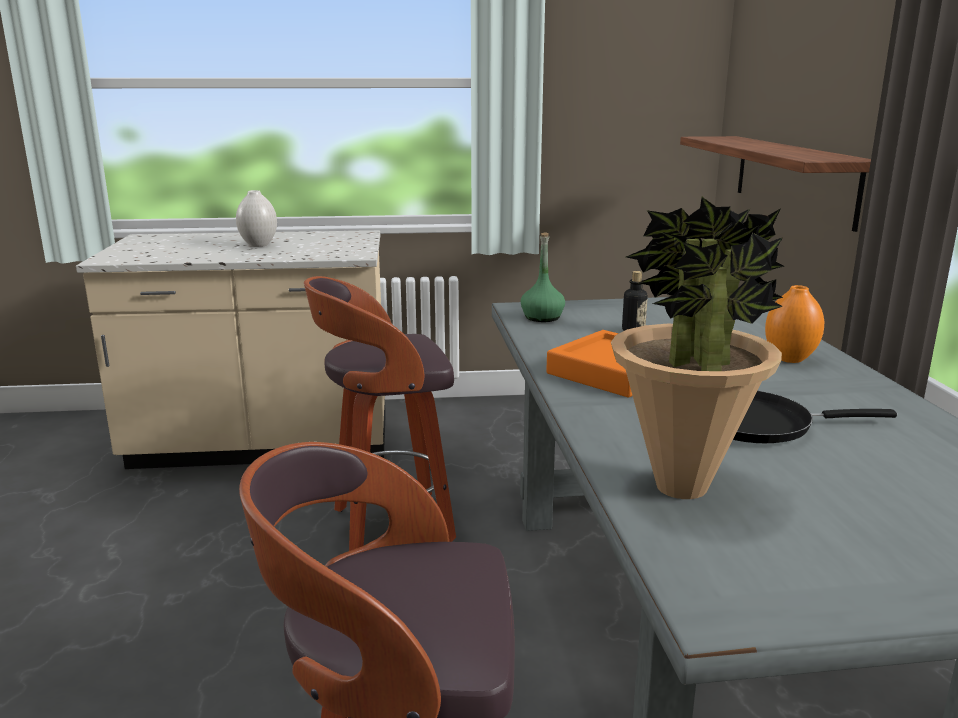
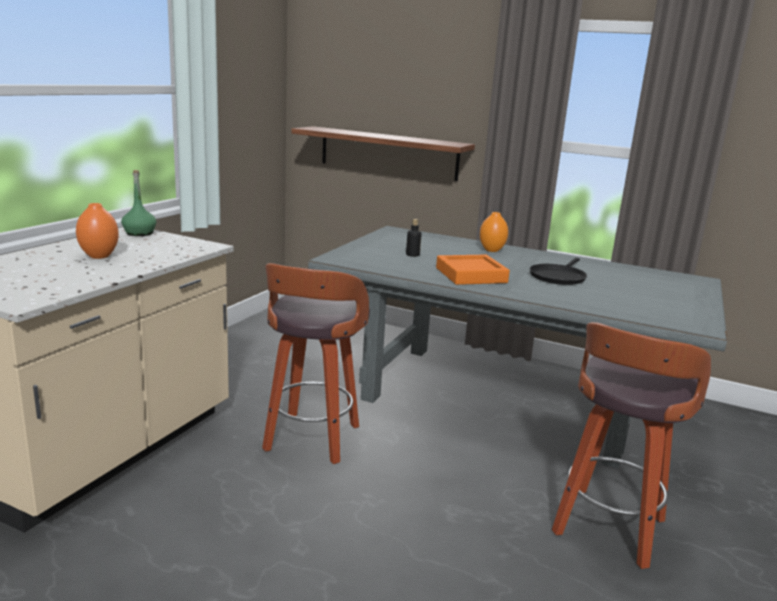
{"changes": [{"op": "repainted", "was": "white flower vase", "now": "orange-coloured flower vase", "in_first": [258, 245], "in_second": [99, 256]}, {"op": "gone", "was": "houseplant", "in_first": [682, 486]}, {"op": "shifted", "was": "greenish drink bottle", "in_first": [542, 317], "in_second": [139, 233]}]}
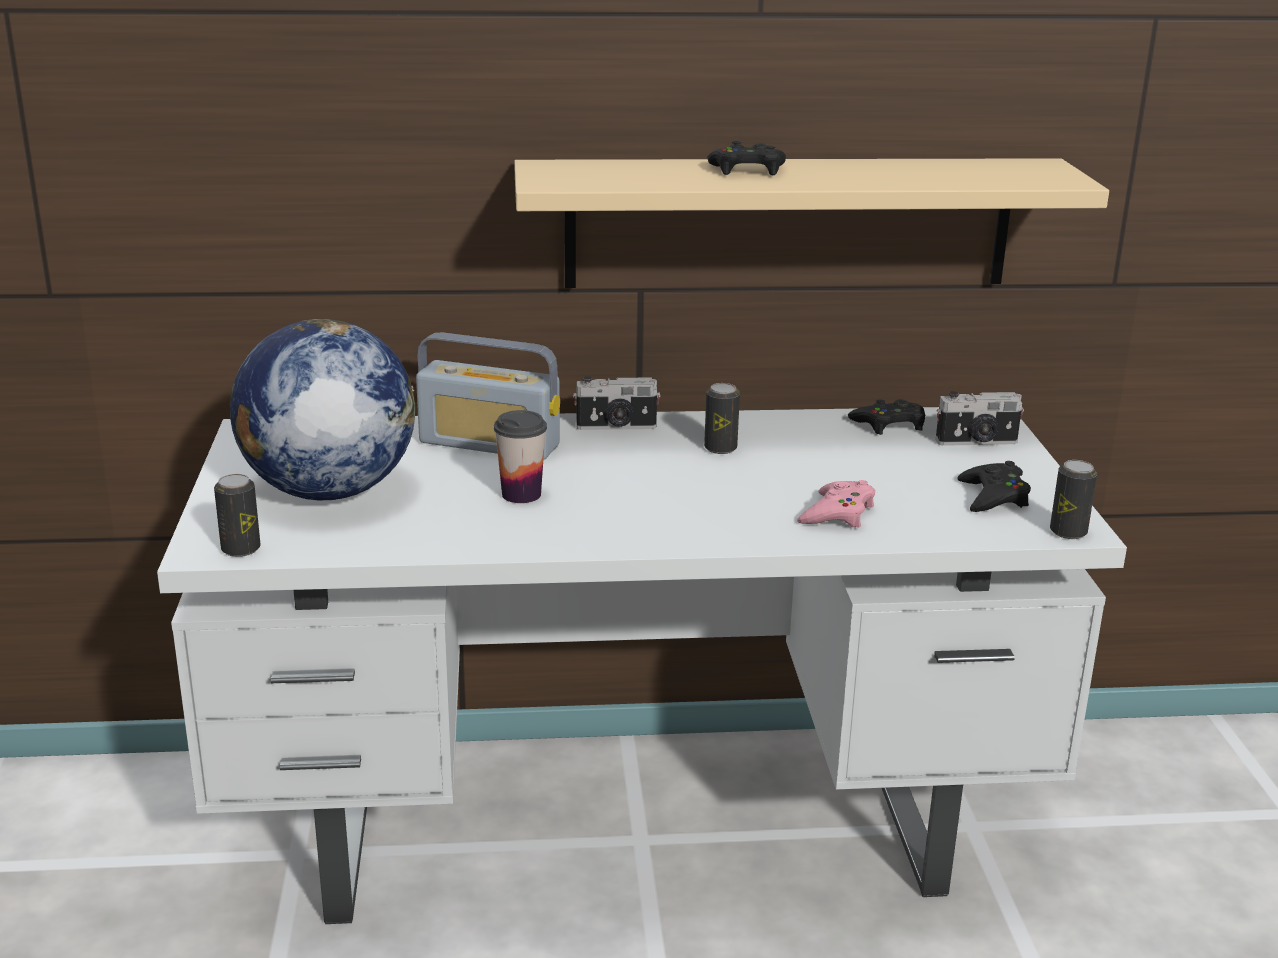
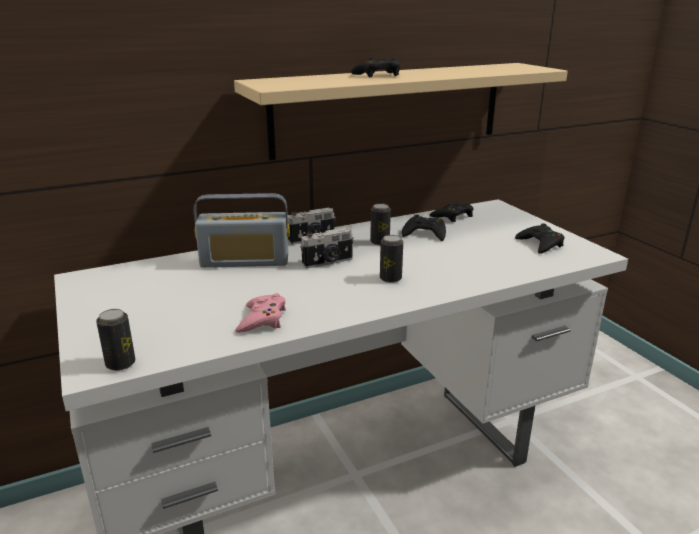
{"changes": [{"op": "gone", "was": "world globe", "in_first": [328, 491]}, {"op": "shifted", "was": "still camera", "in_first": [977, 442], "in_second": [328, 262]}, {"op": "gone", "was": "drinking cup", "in_first": [521, 494]}, {"op": "shifted", "was": "metal can", "in_first": [1068, 532], "in_second": [390, 278]}, {"op": "shifted", "was": "pink-coloured game controller", "in_first": [837, 513], "in_second": [262, 319]}, {"op": "new", "now": "blackish game controller", "in_second": [425, 233]}]}
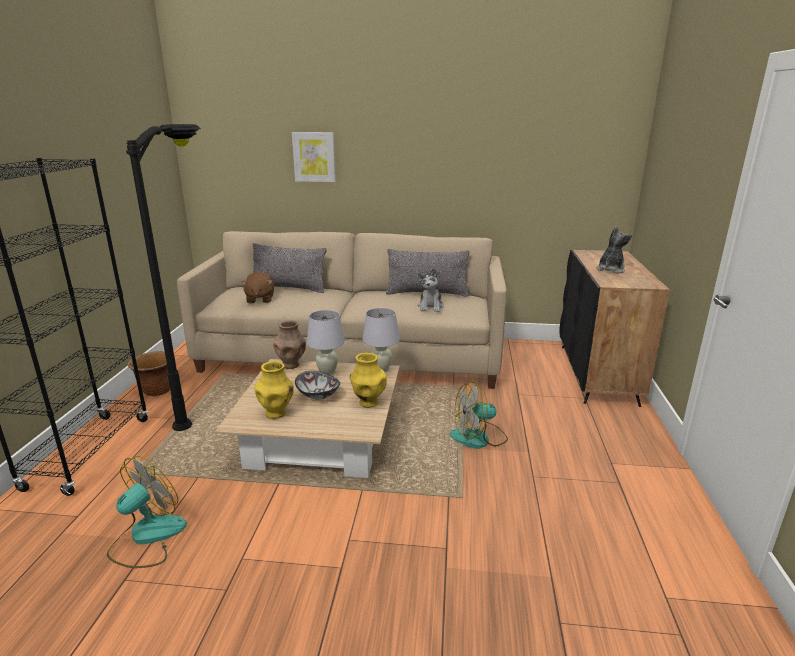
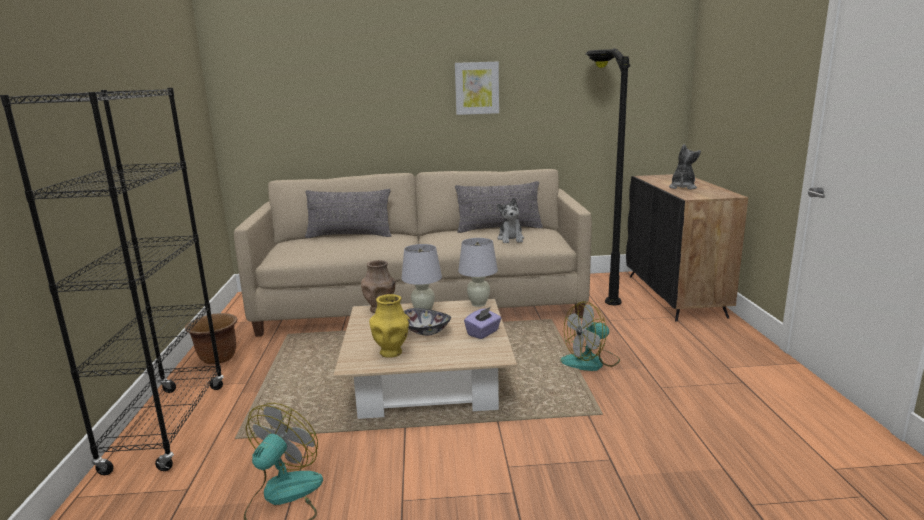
{"changes": [{"op": "shifted", "was": "blackish floor lamp", "in_first": [208, 397], "in_second": [598, 285]}, {"op": "shifted", "was": "wall art", "in_first": [314, 157], "in_second": [477, 88]}, {"op": "gone", "was": "brown-coloured plush toy", "in_first": [260, 299]}, {"op": "swapped", "was": "yellow-coloured flower vase", "now": "purple-coloured tissue box", "in_first": [368, 403], "in_second": [483, 333]}]}
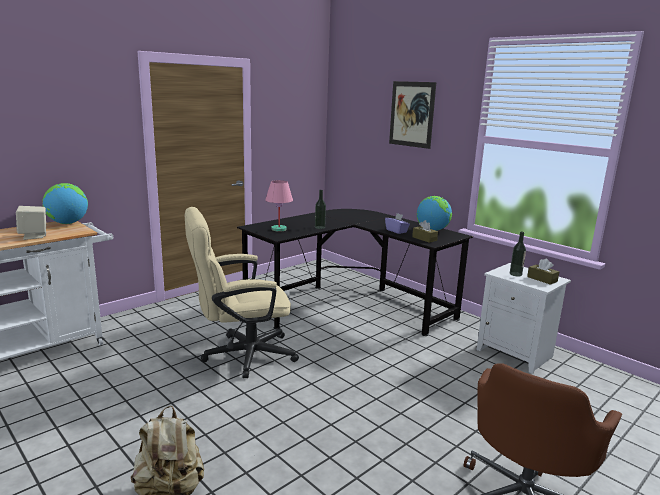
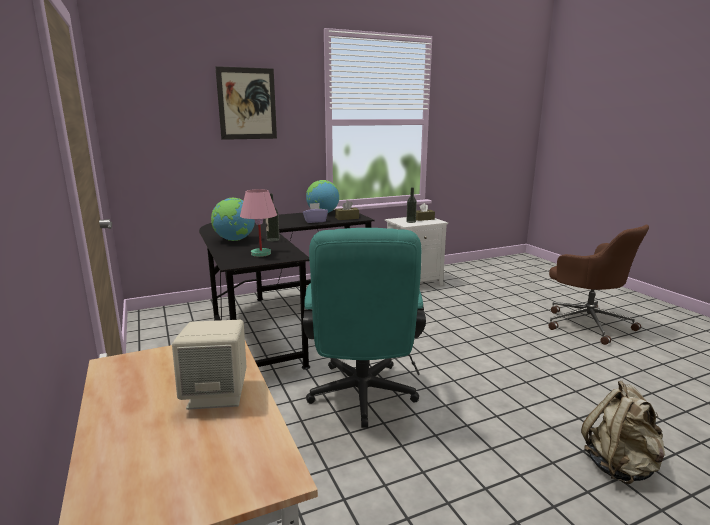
{"changes": [{"op": "shifted", "was": "world globe", "in_first": [67, 223], "in_second": [234, 240]}, {"op": "repainted", "was": "beige-coloured computer chair", "now": "turquoise computer chair", "in_first": [240, 355], "in_second": [362, 398]}]}
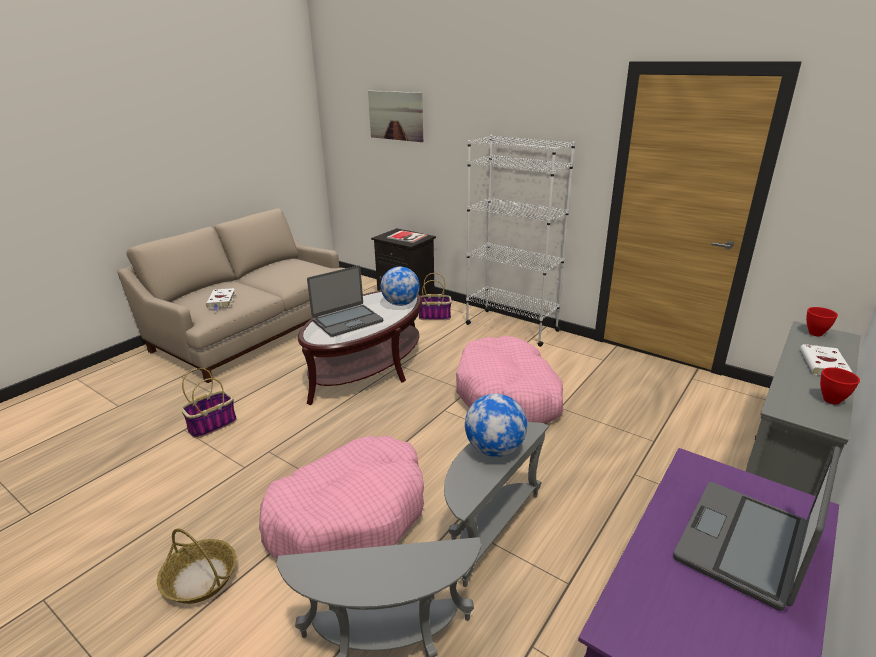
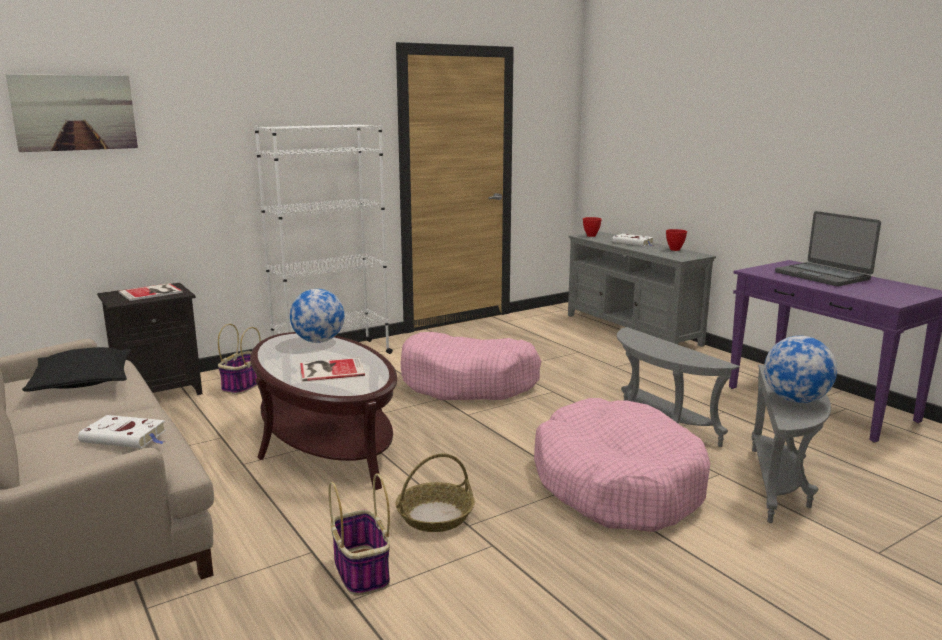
{"changes": [{"op": "swapped", "was": "notebook computer", "now": "volume", "in_first": [347, 321], "in_second": [330, 369]}, {"op": "shifted", "was": "world globe", "in_first": [494, 449], "in_second": [795, 400]}, {"op": "shifted", "was": "storage basket", "in_first": [200, 578], "in_second": [435, 516]}, {"op": "new", "now": "blackish cushion", "in_second": [82, 382]}]}
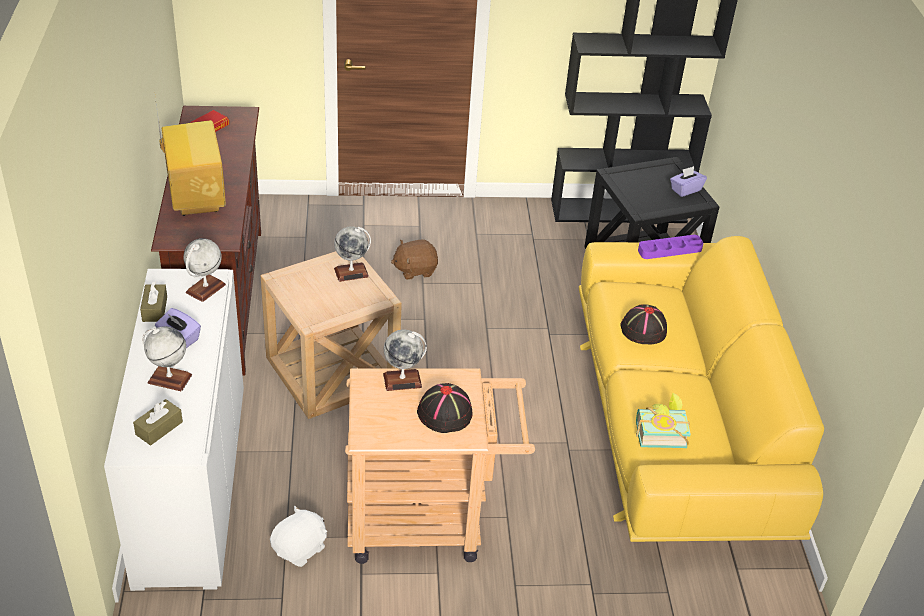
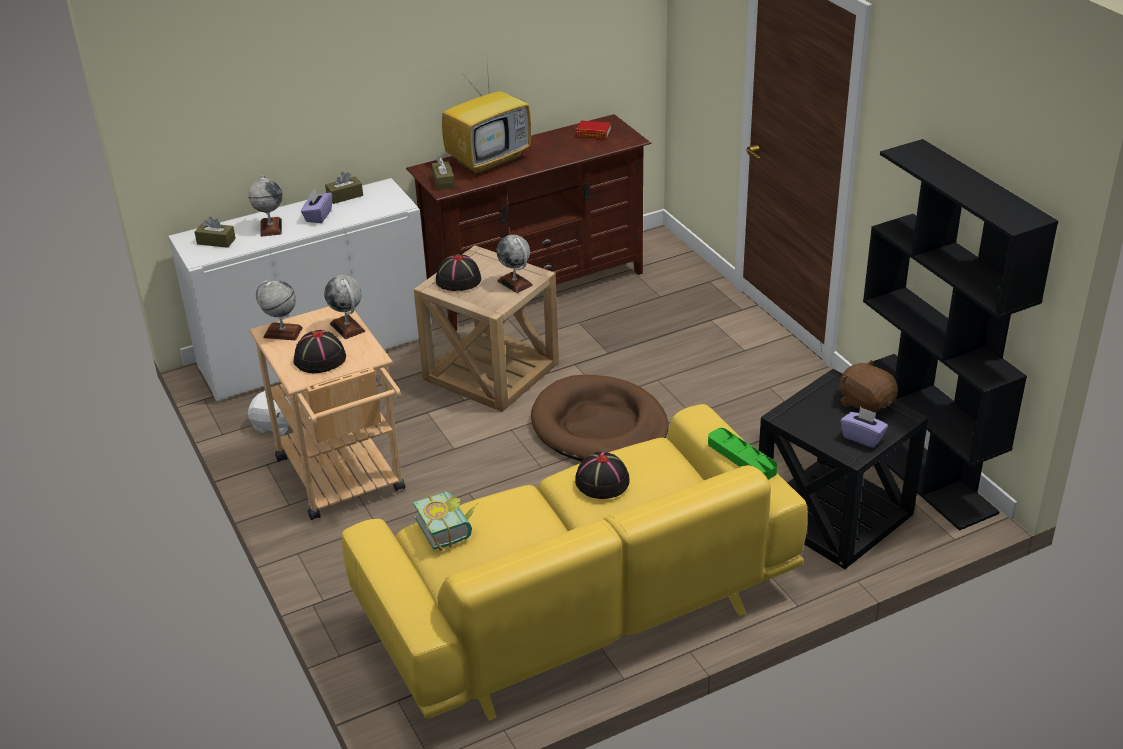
{"changes": [{"op": "repainted", "was": "purple-coloured serving tray", "now": "greenish serving tray", "in_first": [669, 250], "in_second": [741, 458]}, {"op": "shifted", "was": "world globe", "in_first": [205, 288], "in_second": [282, 332]}, {"op": "shifted", "was": "brown-coloured plush toy", "in_first": [415, 270], "in_second": [865, 404]}, {"op": "new", "now": "brown-coloured tissue box", "in_second": [443, 182]}, {"op": "new", "now": "blackish hat", "in_second": [458, 280]}, {"op": "new", "now": "brown-coloured dog bed", "in_second": [599, 426]}]}
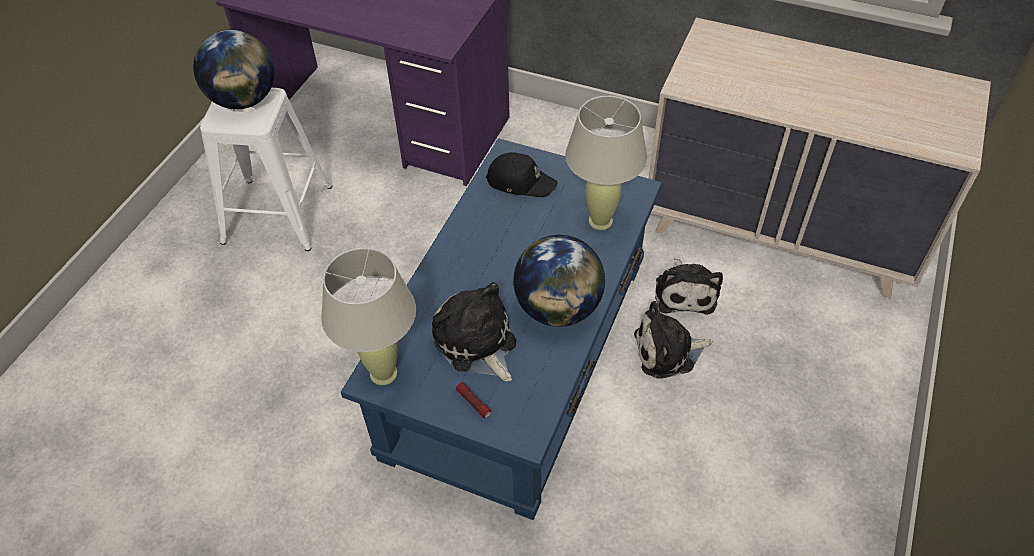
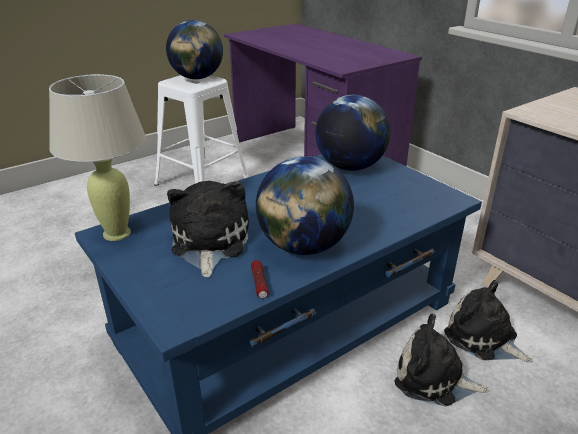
{"changes": [{"op": "gone", "was": "beige-coloured table lamp", "in_first": [600, 221]}, {"op": "swapped", "was": "blackish baseball cap", "now": "world globe", "in_first": [520, 181], "in_second": [350, 167]}, {"op": "rotated", "was": "plush toy", "in_first": [685, 292], "in_second": [483, 338], "clockwise": 105}, {"op": "shifted", "was": "flashlight", "in_first": [474, 403], "in_second": [259, 284]}]}
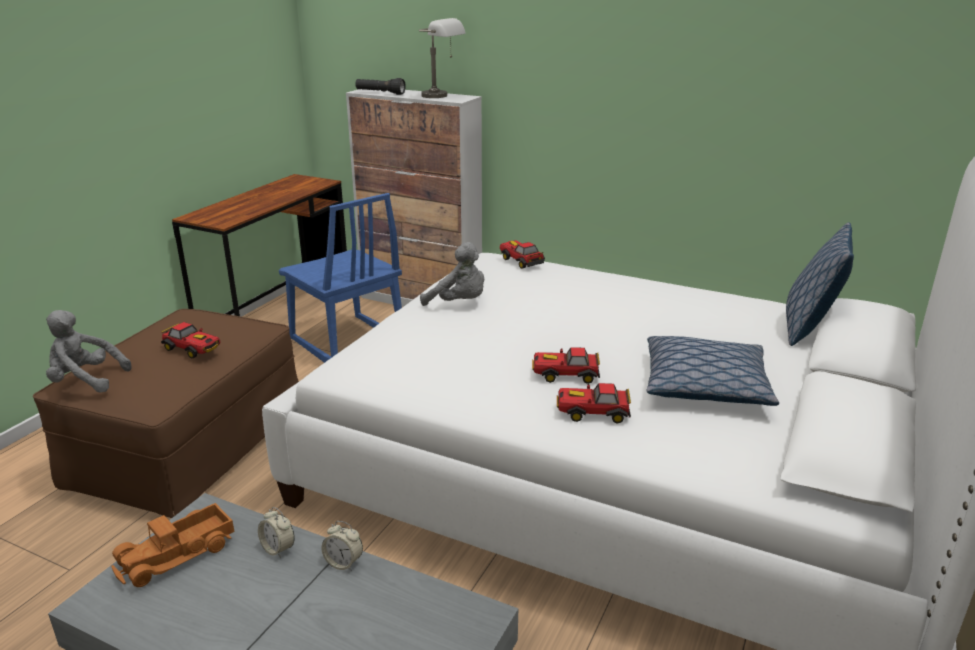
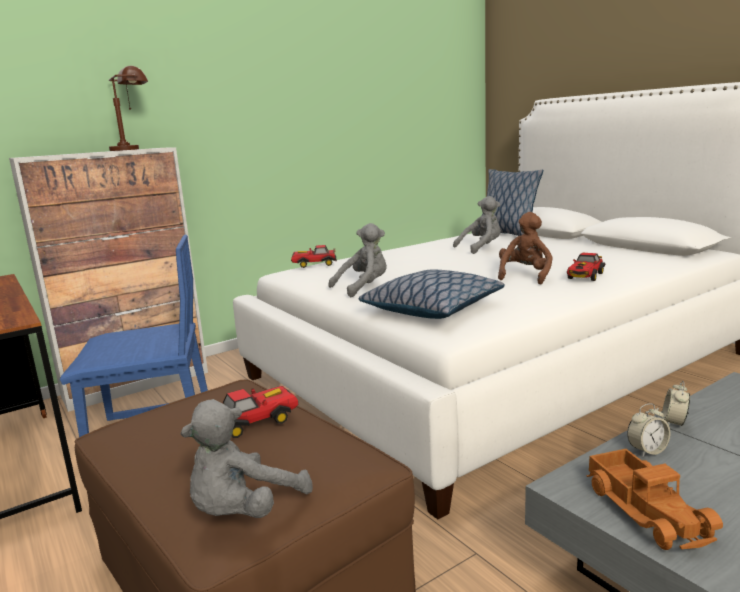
{"changes": [{"op": "repainted", "was": "grey table lamp", "now": "brown-coloured table lamp", "in_first": [442, 96], "in_second": [134, 149]}, {"op": "gone", "was": "blackish flashlight", "in_first": [380, 93]}, {"op": "shifted", "was": "cushion", "in_first": [705, 385], "in_second": [432, 309]}, {"op": "swapped", "was": "model car", "now": "brown-coloured plush toy", "in_first": [565, 375], "in_second": [525, 276]}, {"op": "rotated", "was": "bedside clock", "in_first": [343, 563], "in_second": [674, 423], "clockwise": 150}, {"op": "new", "now": "grey plush toy", "in_second": [481, 248]}]}
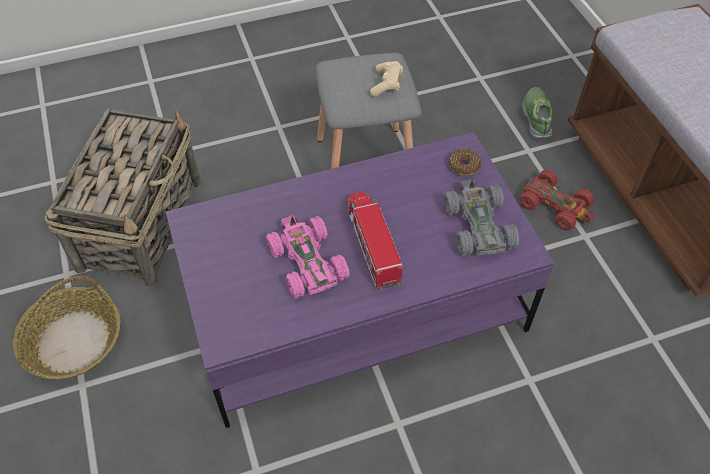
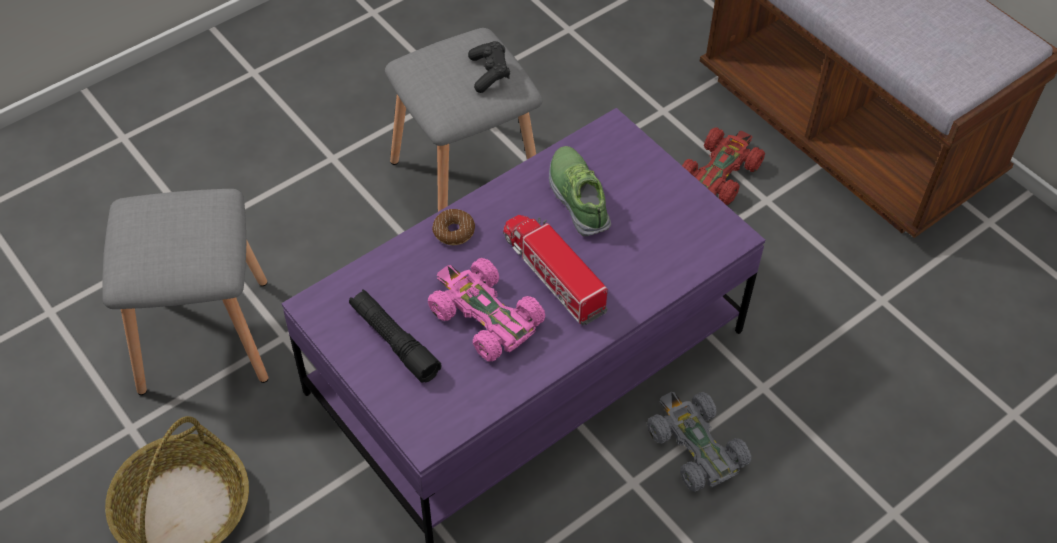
{"changes": [{"op": "repainted", "was": "beige-coloured game controller", "now": "blackish game controller", "in_first": [386, 84], "in_second": [489, 73]}, {"op": "shifted", "was": "item of footwear", "in_first": [537, 117], "in_second": [579, 198]}, {"op": "swapped", "was": "storage basket", "now": "grey stool seat", "in_first": [141, 223], "in_second": [203, 333]}, {"op": "shifted", "was": "doughnut", "in_first": [464, 166], "in_second": [454, 231]}, {"op": "rotated", "was": "red model car", "in_first": [555, 206], "in_second": [720, 172], "clockwise": -75}, {"op": "shifted", "was": "grey model car", "in_first": [477, 225], "in_second": [695, 446]}, {"op": "new", "now": "blackish flashlight", "in_second": [394, 341]}]}
